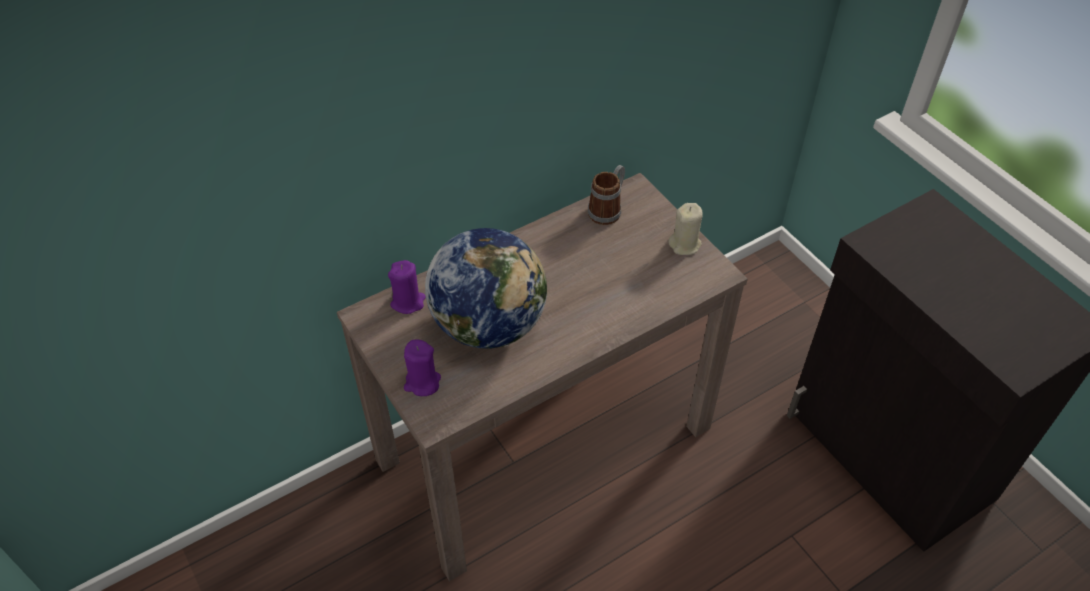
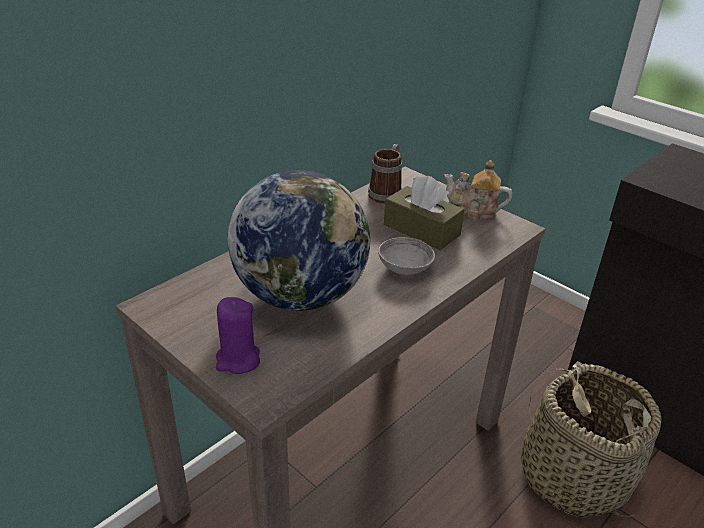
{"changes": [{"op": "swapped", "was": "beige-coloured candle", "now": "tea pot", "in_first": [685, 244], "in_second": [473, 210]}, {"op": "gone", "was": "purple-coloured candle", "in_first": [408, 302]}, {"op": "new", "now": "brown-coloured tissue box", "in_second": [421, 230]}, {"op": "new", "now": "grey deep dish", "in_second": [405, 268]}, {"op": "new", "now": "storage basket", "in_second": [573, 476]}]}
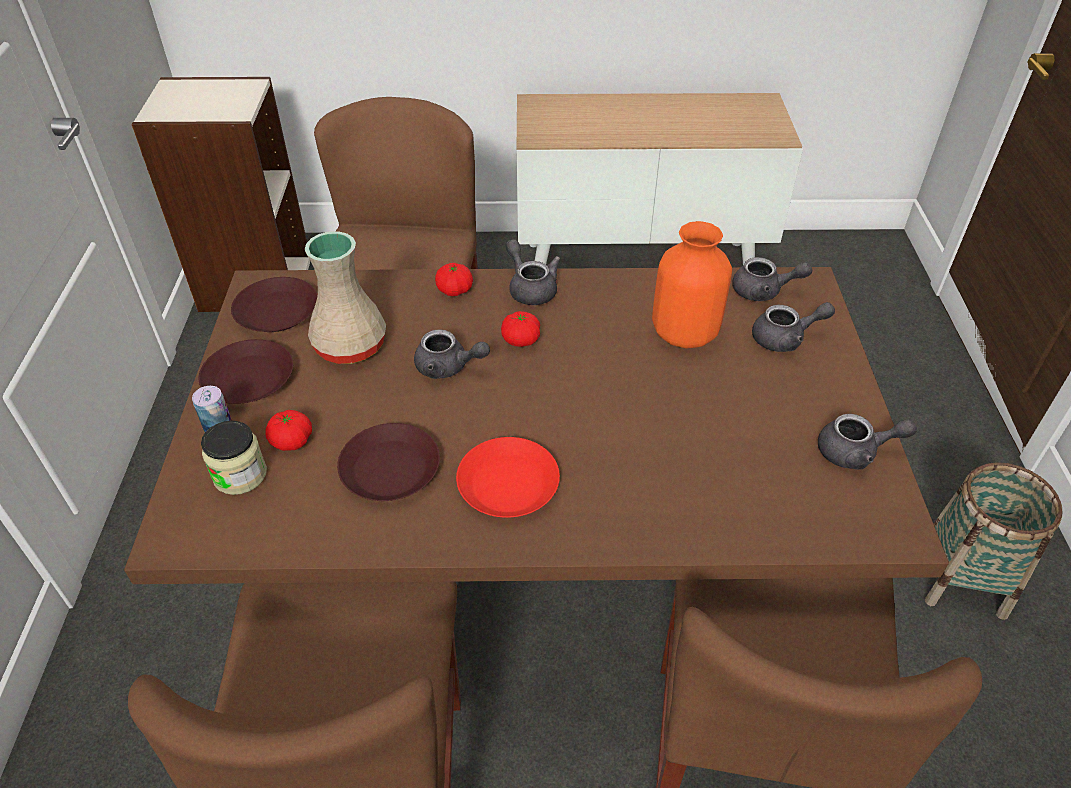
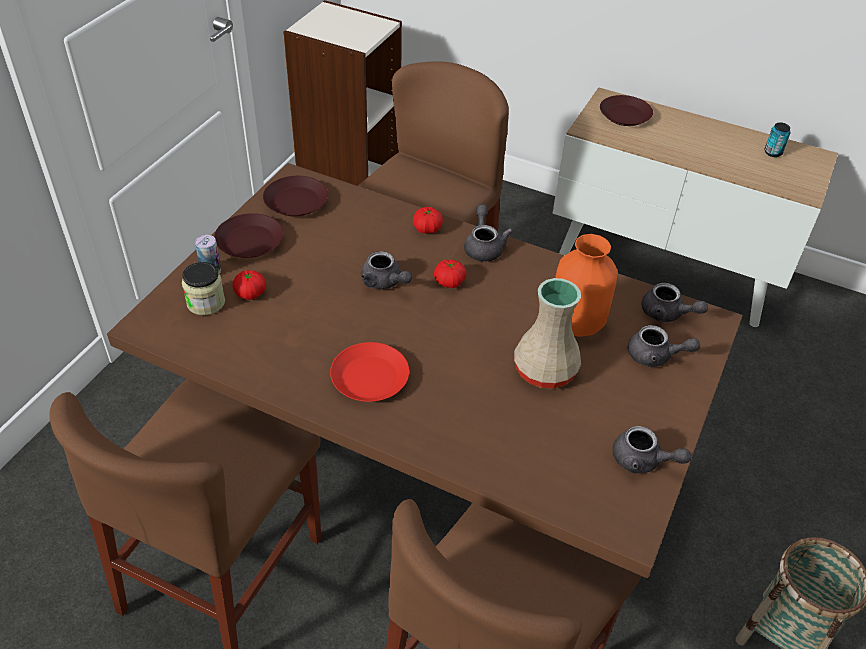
{"changes": [{"op": "shifted", "was": "beige-coloured flower vase", "in_first": [352, 346], "in_second": [546, 370]}, {"op": "shifted", "was": "brown-coloured plate", "in_first": [391, 469], "in_second": [625, 115]}, {"op": "new", "now": "metal can", "in_second": [773, 152]}]}
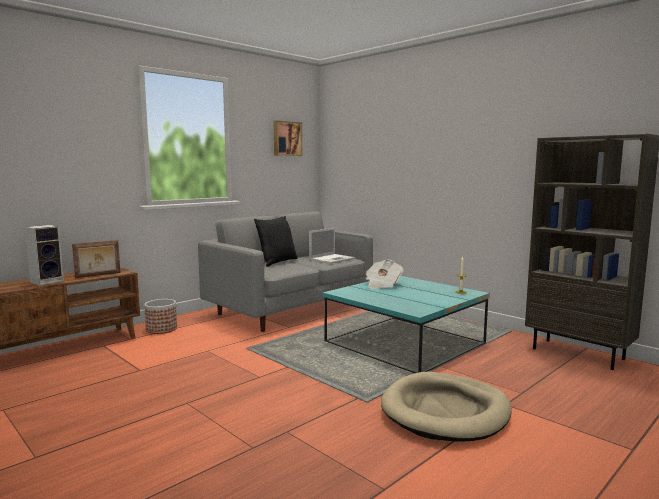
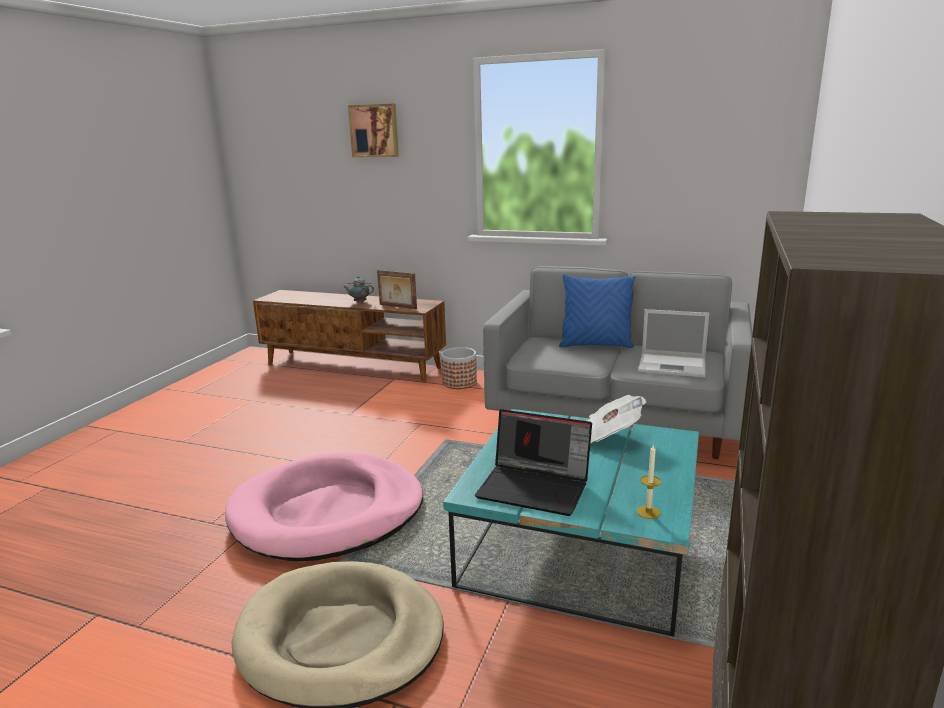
{"changes": [{"op": "shifted", "was": "wall art", "in_first": [287, 138], "in_second": [374, 131]}, {"op": "repainted", "was": "blackish cushion", "now": "blue-coloured cushion", "in_first": [277, 262], "in_second": [595, 345]}, {"op": "swapped", "was": "audio speaker", "now": "tea pot", "in_first": [48, 281], "in_second": [359, 302]}, {"op": "new", "now": "notebook computer", "in_second": [535, 487]}, {"op": "new", "now": "pink-coloured dog bed", "in_second": [328, 512]}]}
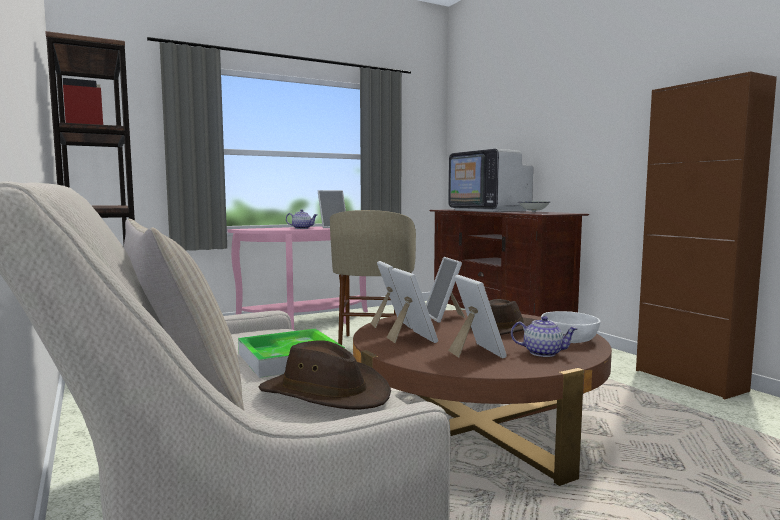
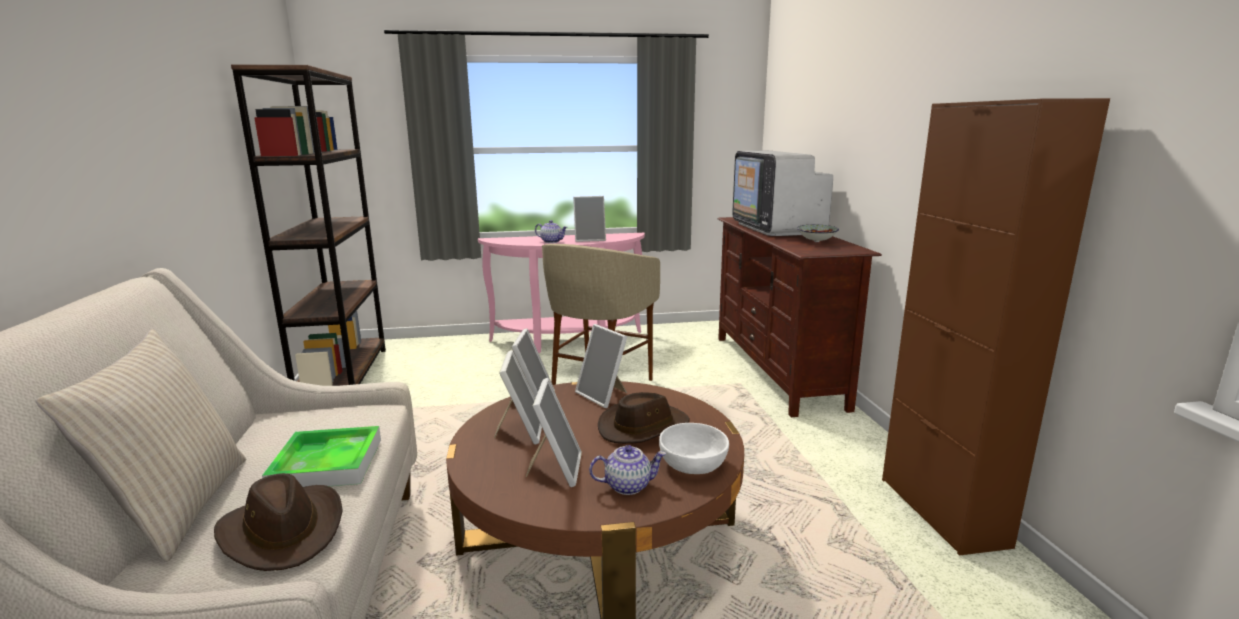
{"changes": [{"op": "rotated", "was": "photo frame", "in_first": [444, 317], "in_second": [604, 396], "clockwise": -45}, {"op": "rotated", "was": "tea pot", "in_first": [543, 353], "in_second": [628, 485], "clockwise": -45}]}
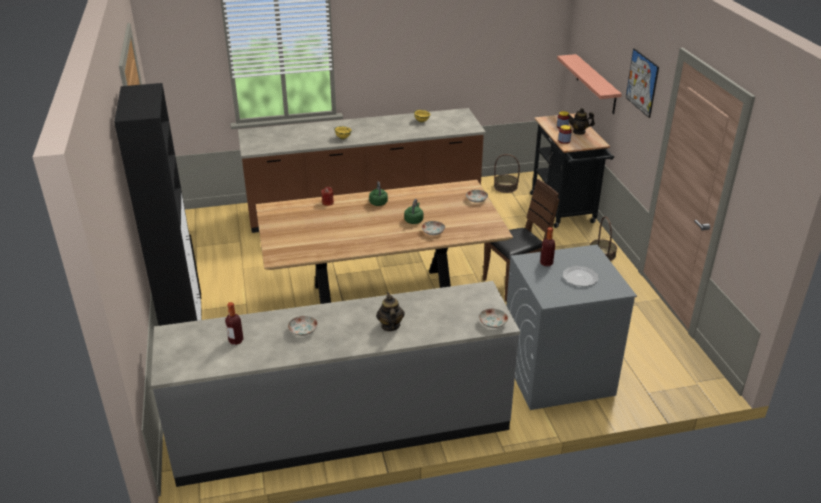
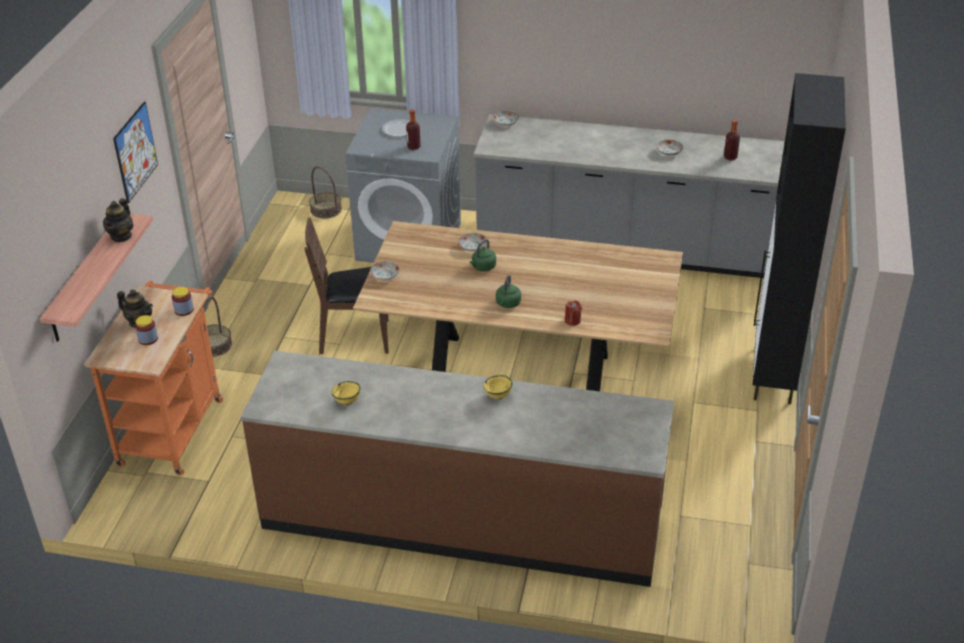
{"changes": [{"op": "repainted", "was": "blackish trolley", "now": "orange-coloured trolley", "in_first": [564, 211], "in_second": [173, 427]}, {"op": "shifted", "was": "storage basket", "in_first": [505, 187], "in_second": [326, 210]}, {"op": "shifted", "was": "tea pot", "in_first": [390, 326], "in_second": [121, 236]}]}
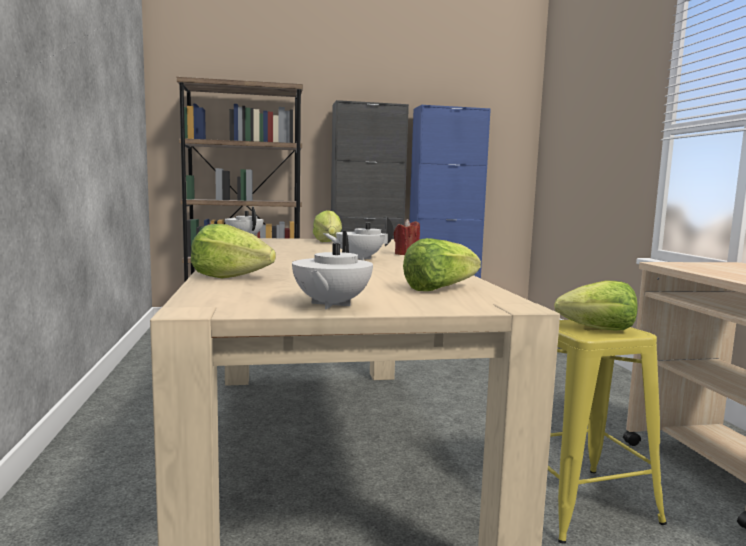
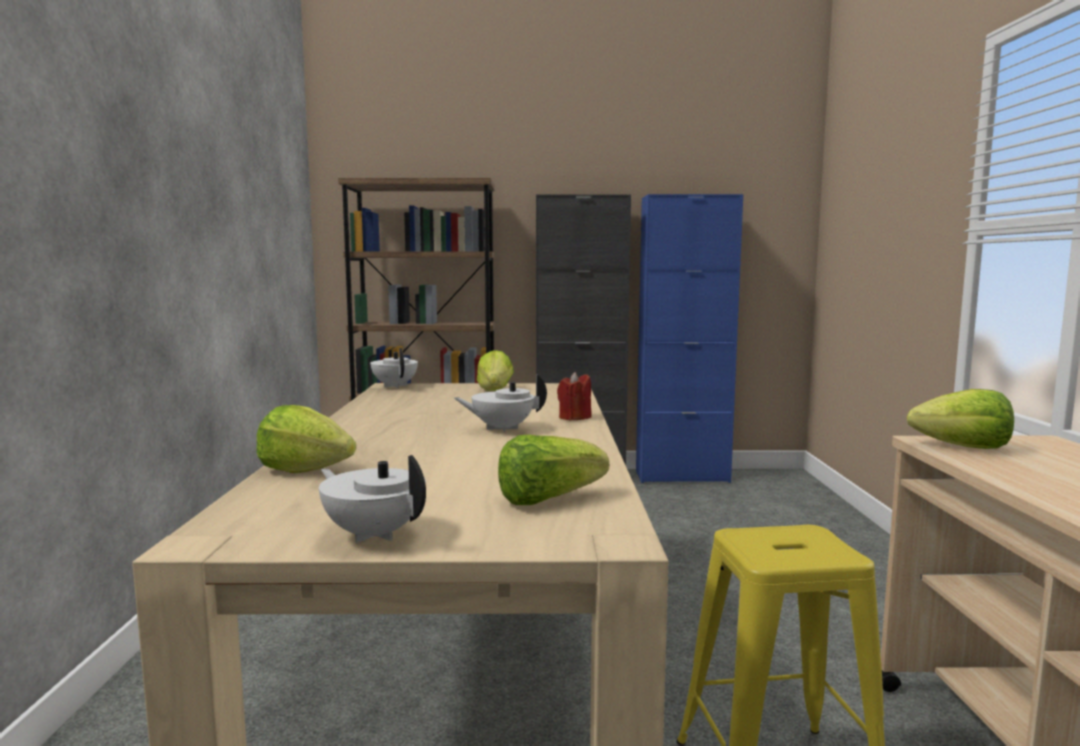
{"changes": [{"op": "rotated", "was": "white tea pot", "in_first": [330, 305], "in_second": [374, 534], "clockwise": 105}, {"op": "shifted", "was": "lettuce", "in_first": [598, 329], "in_second": [963, 447]}]}
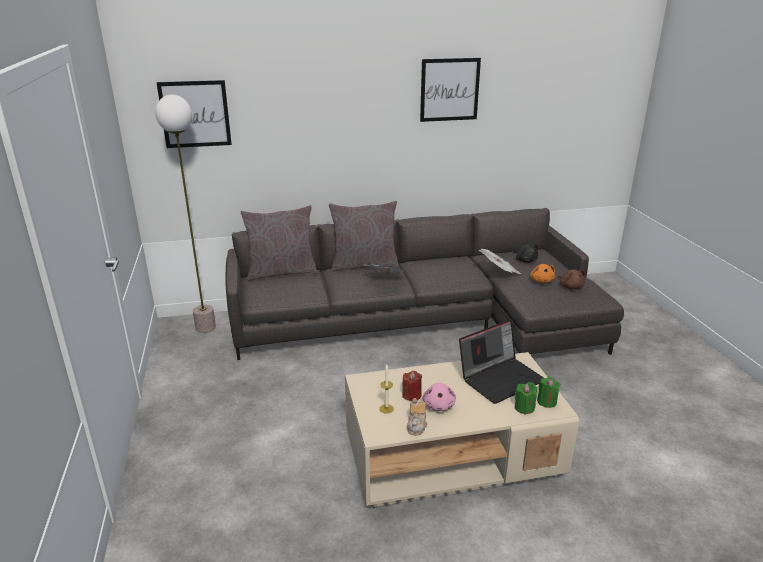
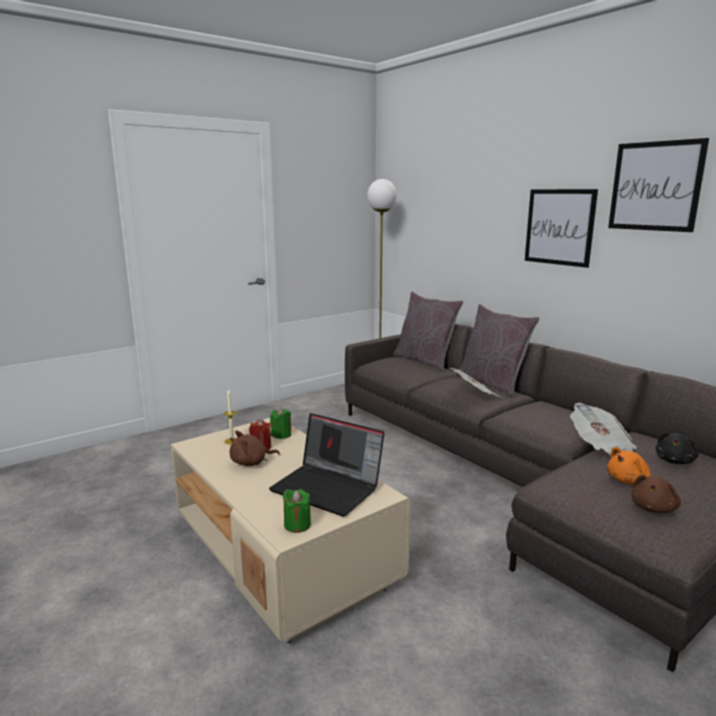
{"changes": [{"op": "shifted", "was": "wall art", "in_first": [195, 114], "in_second": [559, 227]}, {"op": "shifted", "was": "greenish candle", "in_first": [524, 408], "in_second": [281, 435]}, {"op": "repainted", "was": "pink-coloured plush toy", "now": "brown-coloured plush toy", "in_first": [439, 405], "in_second": [251, 462]}, {"op": "gone", "was": "tea pot", "in_first": [417, 425]}]}
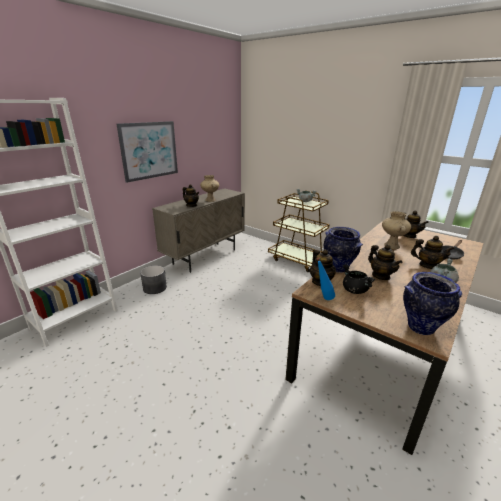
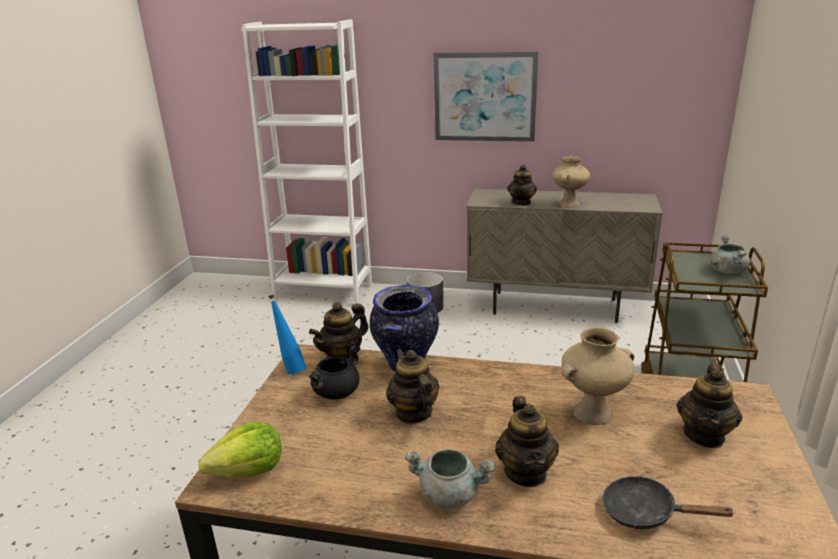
{"changes": [{"op": "rotated", "was": "tea pot", "in_first": [381, 276], "in_second": [413, 413], "clockwise": 120}, {"op": "swapped", "was": "flower vase", "now": "lettuce", "in_first": [421, 327], "in_second": [249, 470]}]}
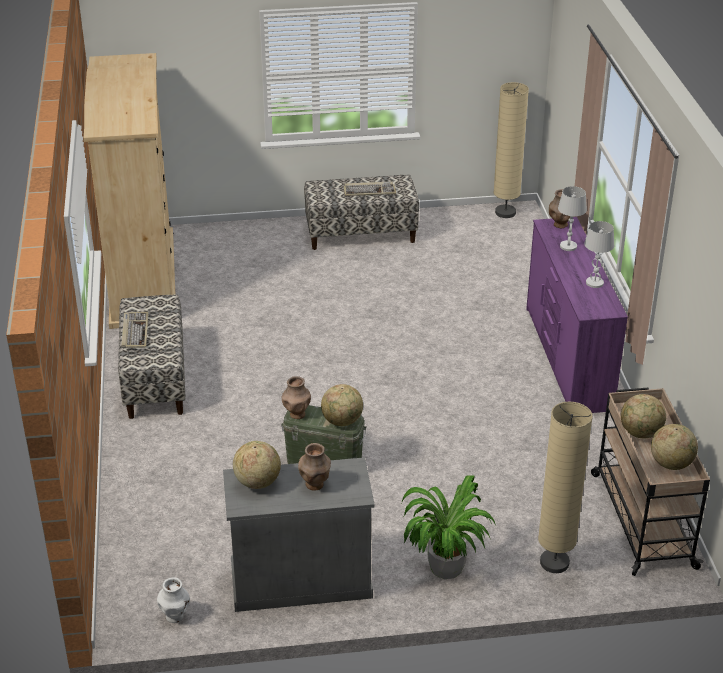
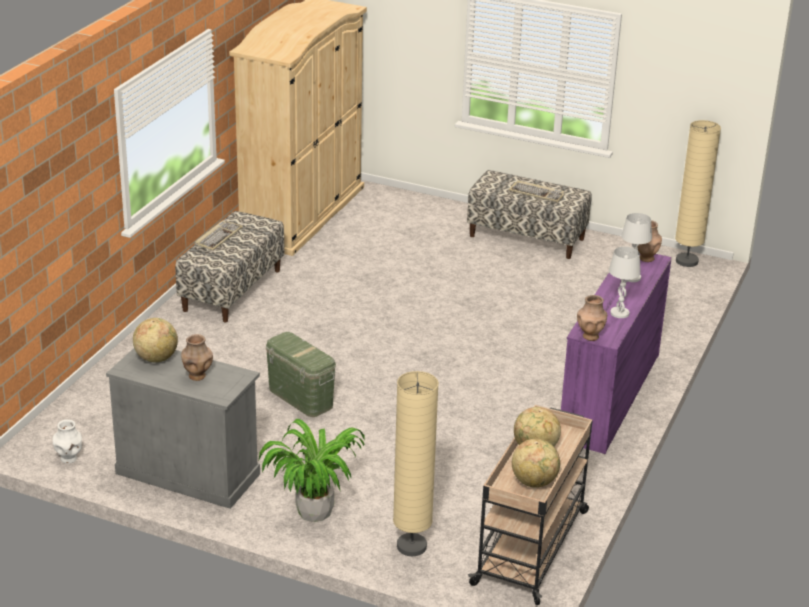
{"changes": [{"op": "shifted", "was": "brown-coloured flower vase", "in_first": [297, 414], "in_second": [590, 336]}, {"op": "gone", "was": "world globe", "in_first": [342, 421]}]}
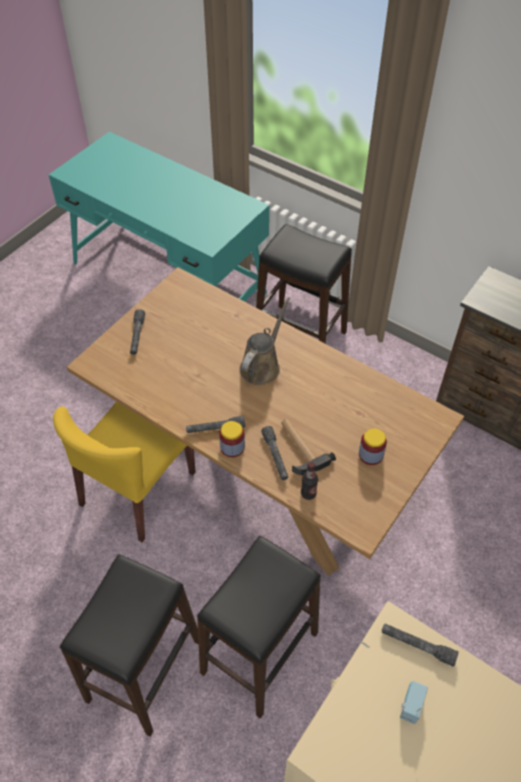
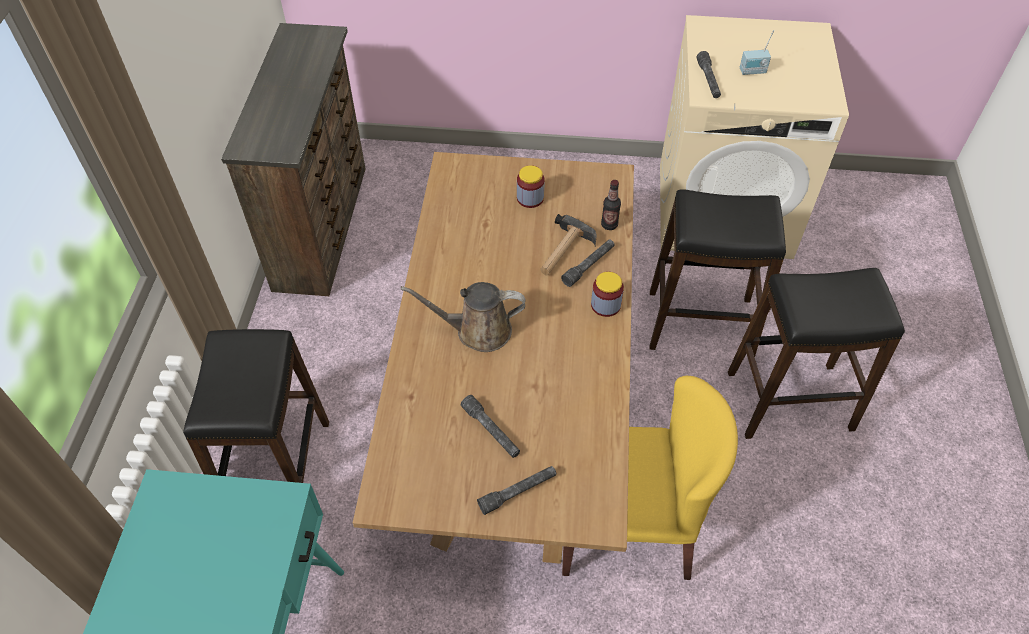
{"changes": [{"op": "shifted", "was": "grey flashlight", "in_first": [215, 428], "in_second": [491, 431]}]}
